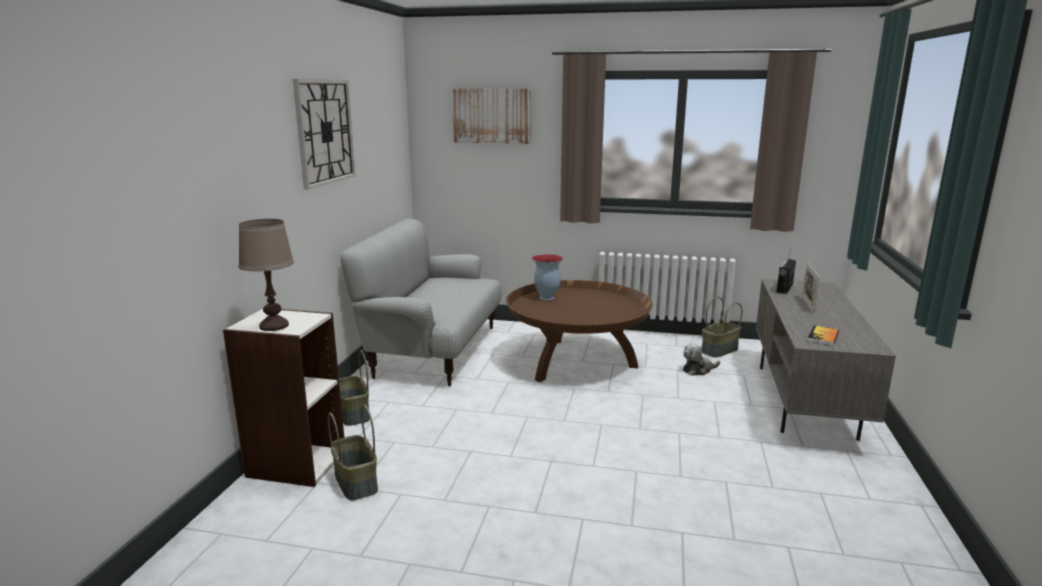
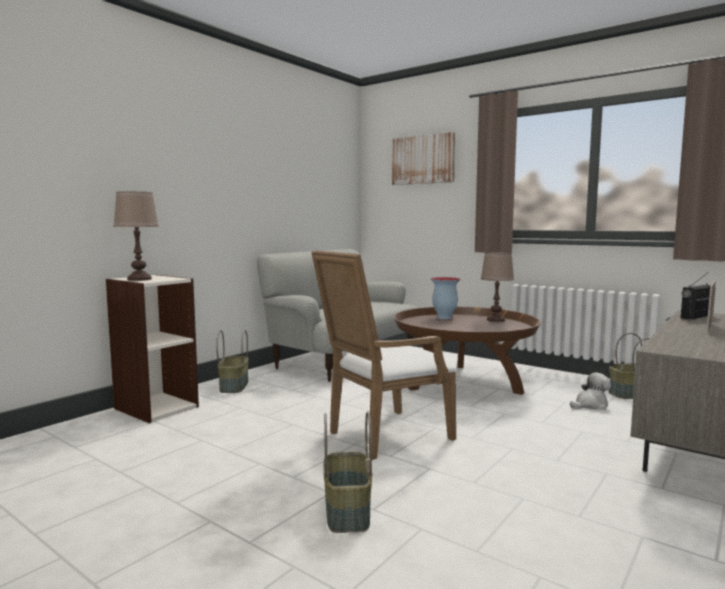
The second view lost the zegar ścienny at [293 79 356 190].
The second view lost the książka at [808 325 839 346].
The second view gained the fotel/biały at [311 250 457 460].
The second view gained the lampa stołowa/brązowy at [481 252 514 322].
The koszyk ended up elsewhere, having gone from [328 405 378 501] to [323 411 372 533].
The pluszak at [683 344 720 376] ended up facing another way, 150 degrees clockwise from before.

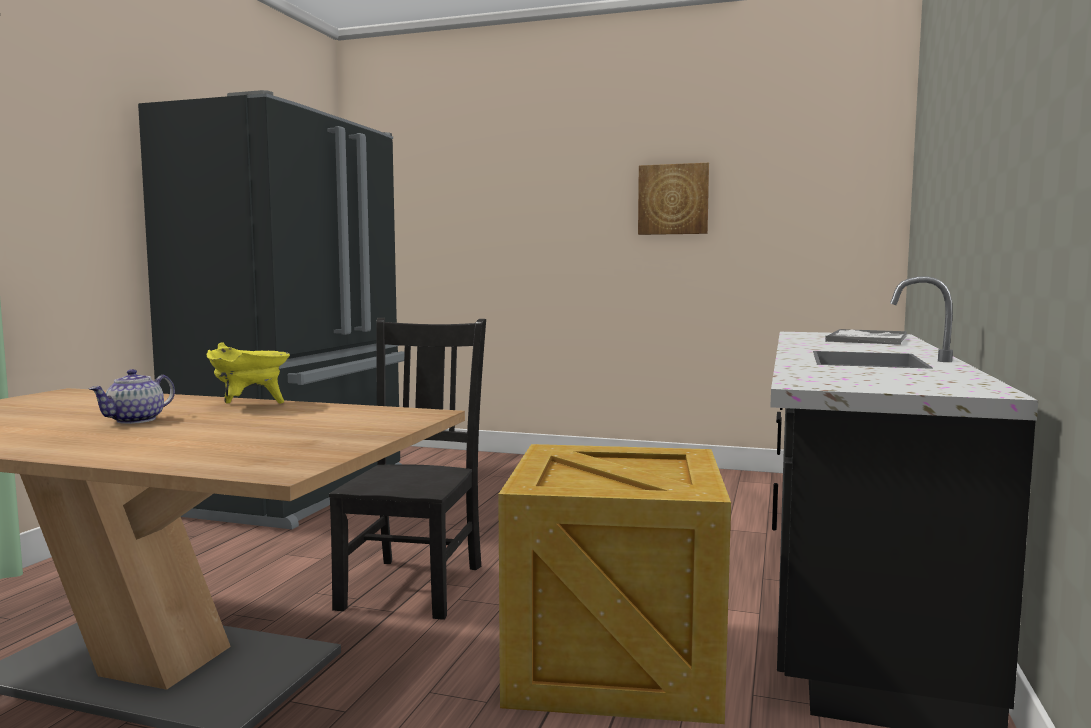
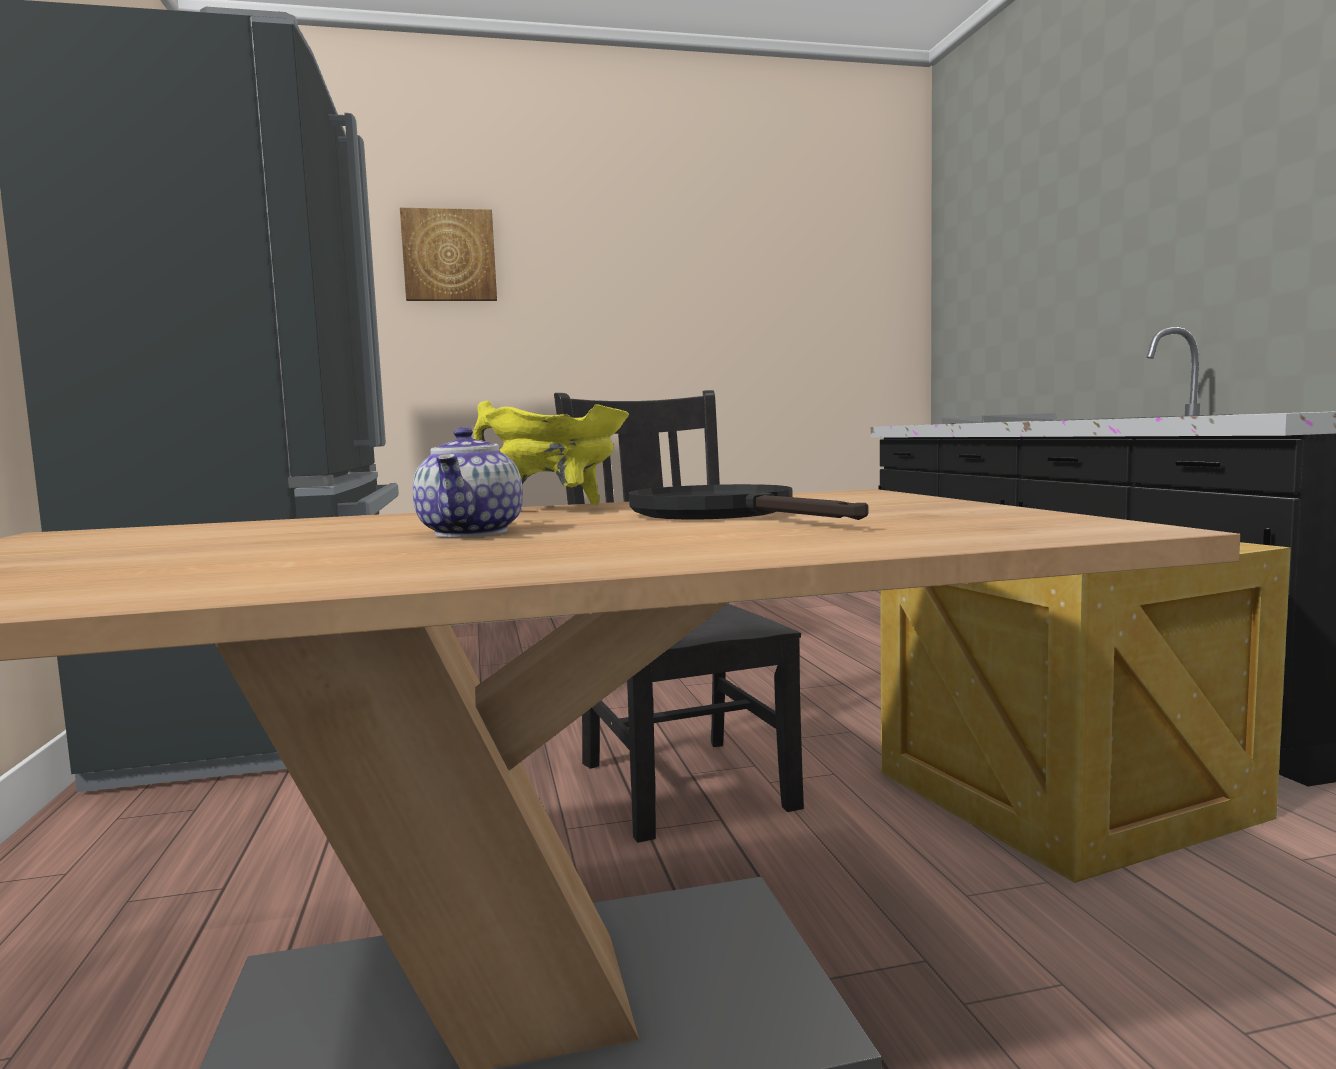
The second view gained the patelnia/czarny at [629 484 869 520].
The obraz ended up elsewhere, having gone from [638 163 709 235] to [400 208 497 301].

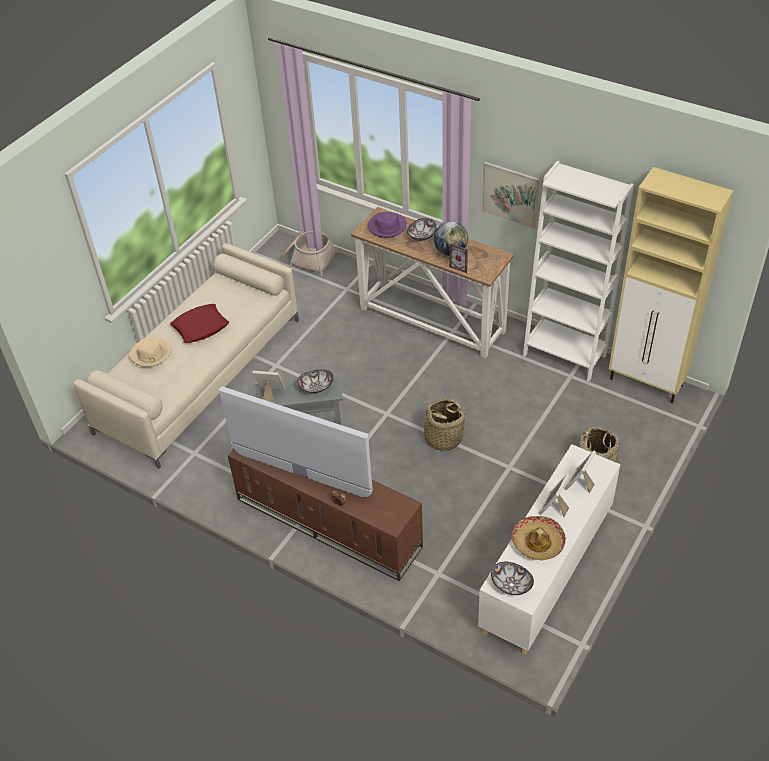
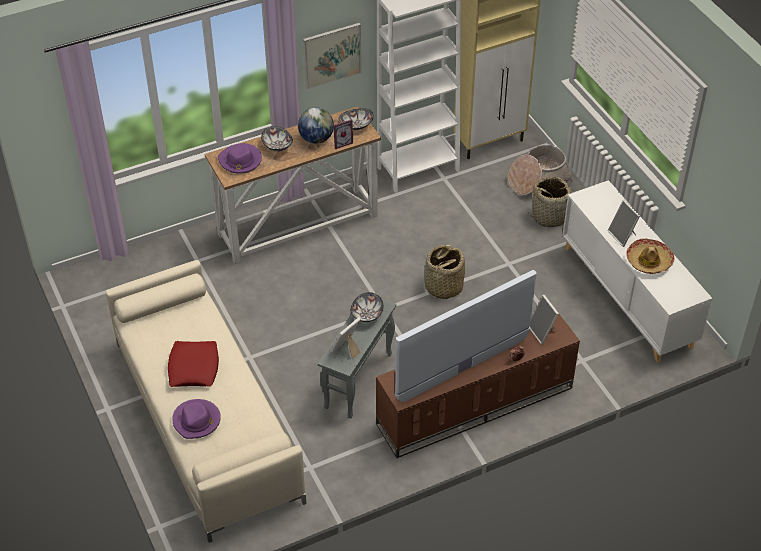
The koszyk ended up elsewhere, having gone from [280 229 339 277] to [508 144 574 195].
The miska ended up elsewhere, having gone from [491 562 534 595] to [339 108 374 130].
The ramka na zdjęcie ended up elsewhere, having gone from [564 451 596 494] to [530 295 559 345].
What was the kapelusz/beżowy at [129 337 171 367] turned into the kapelusz/fioletowy at [172 399 221 439].

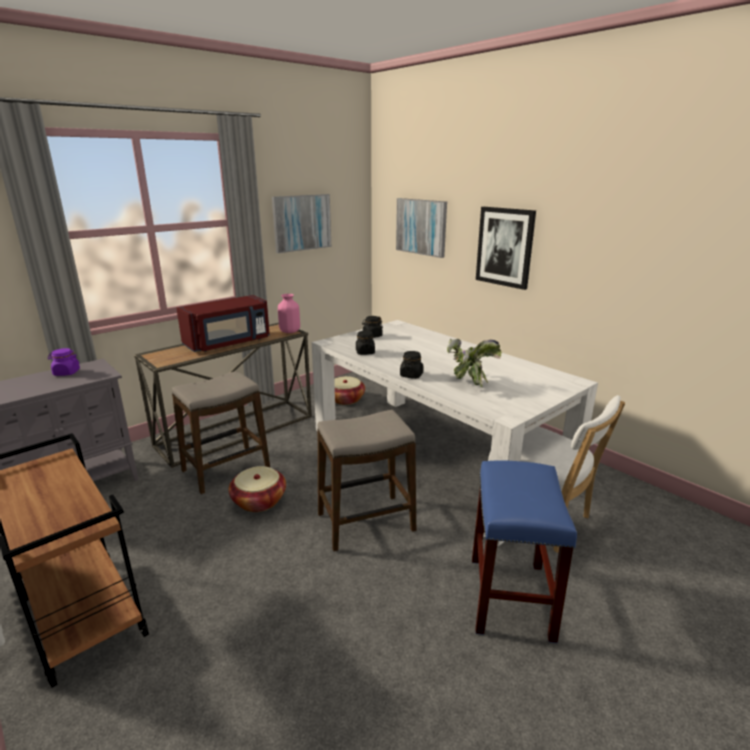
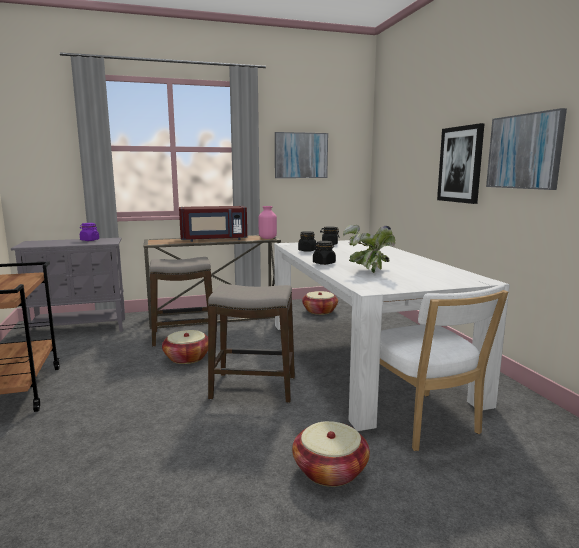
The obraz ended up elsewhere, having gone from [396 198 447 258] to [486 108 567 190].
Where the stołek/niebieski stood at [472 460 577 643], the koszyk came to stand at [292 421 370 487].

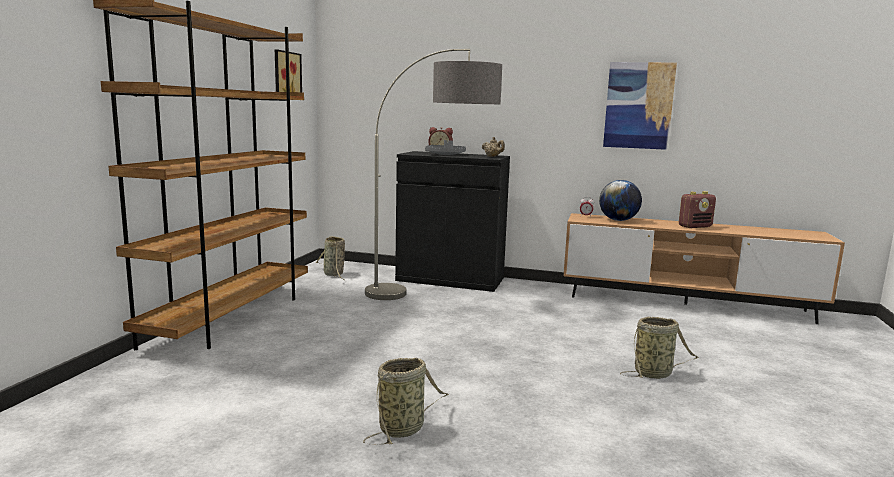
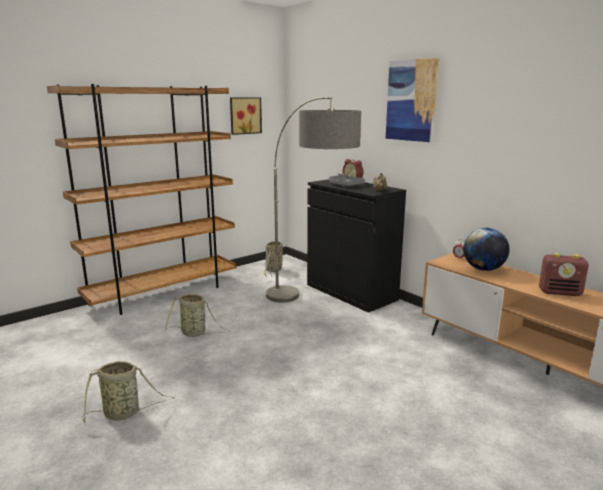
The obraz ended up elsewhere, having gone from [603 62 677 150] to [386 58 439 142].
The koszyk ended up elsewhere, having gone from [620 317 699 379] to [165 294 230 337].

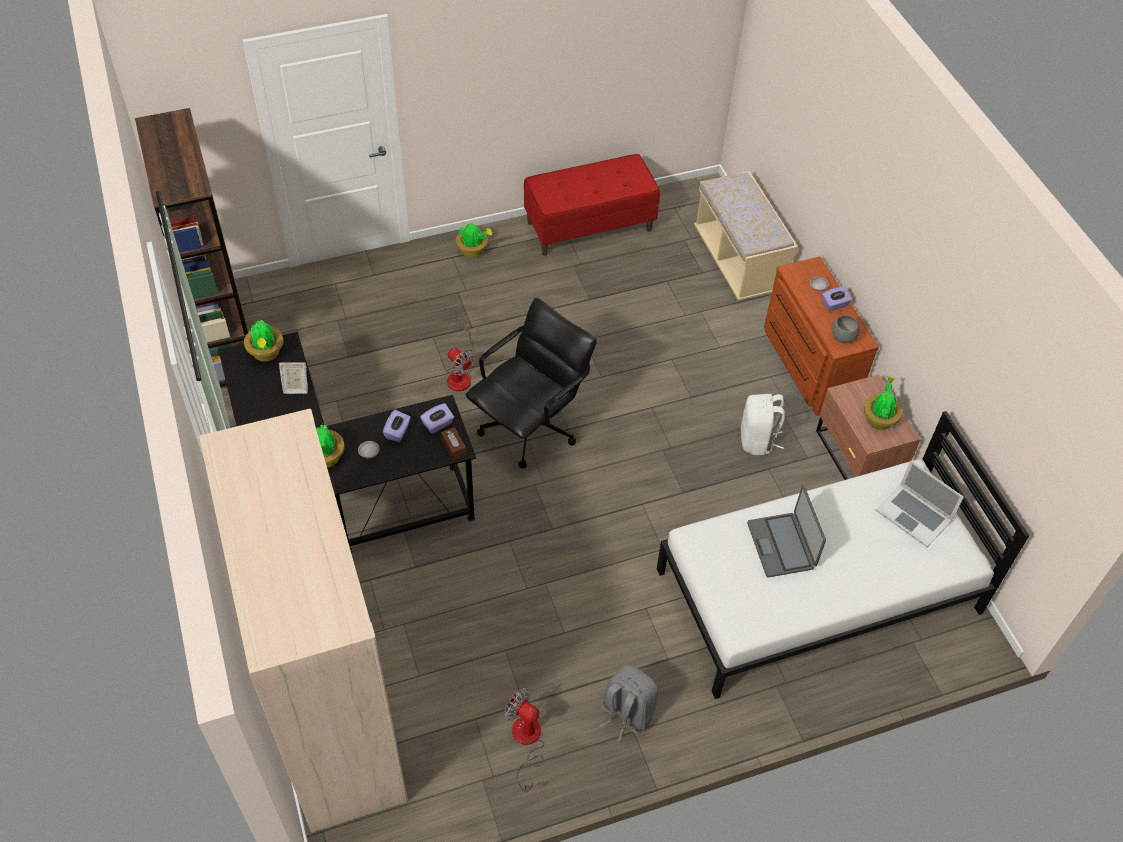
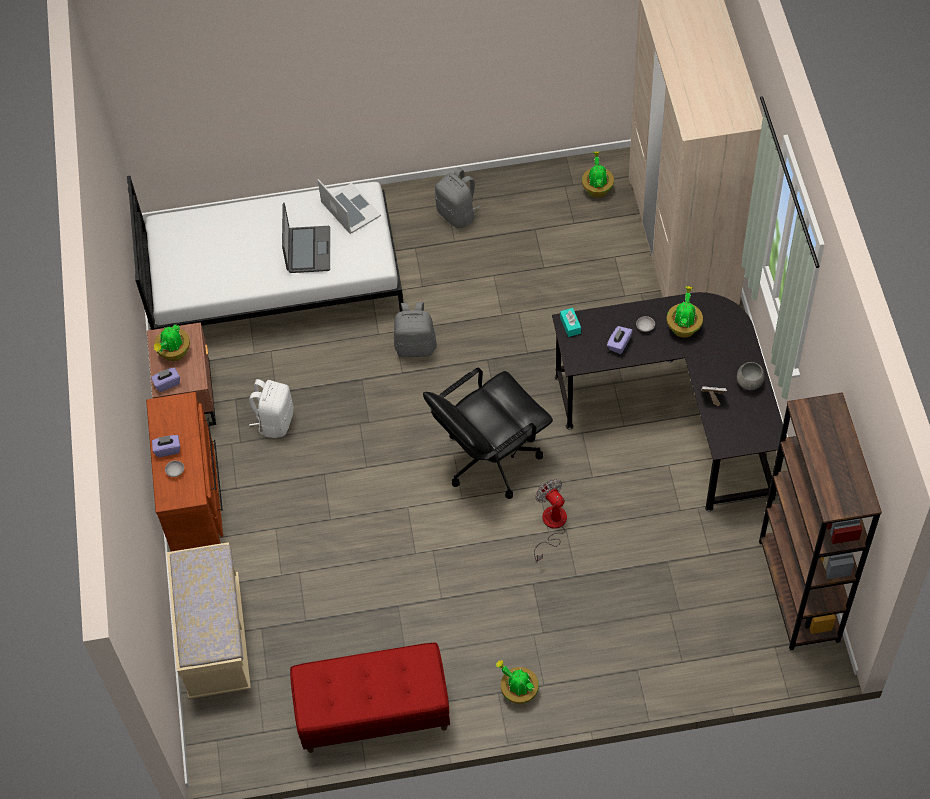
The second view lost the wentylator at [504 688 544 793].
The second view gained the plecak/szary at [394 302 437 357].
The roślina doniczkowa ended up elsewhere, having gone from [244 320 284 362] to [582 151 614 198].
The pudełko chusteczek/fioletowy ended up elsewhere, having gone from [420 403 454 434] to [151 367 180 392].
The miska/szary ended up elsewhere, having gone from [832 315 860 343] to [737 362 764 390].
The laptop ended up elsewhere, having gone from [875 461 964 547] to [318 179 381 234].
What was the pudełko chusteczek/brązowy at [441 427 467 460] turned into the pudełko chusteczek/turkusowy at [560 308 581 337].

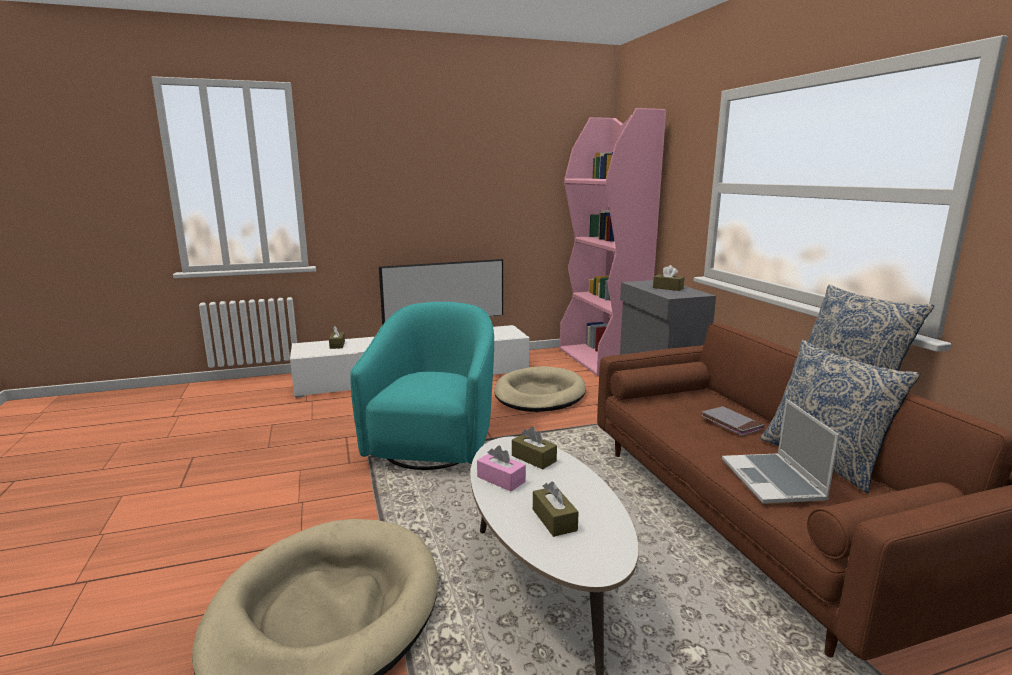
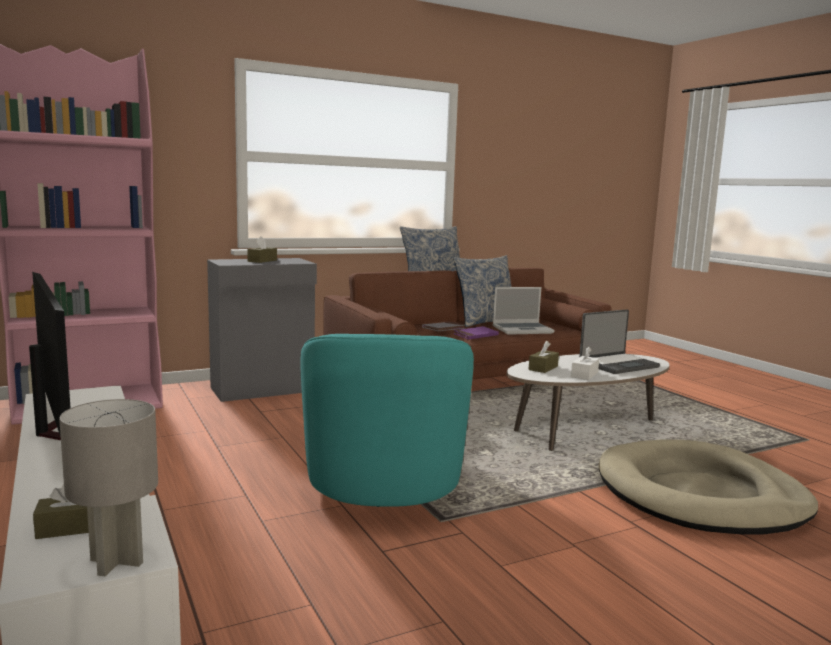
The second view lost the legowisko/beżowy at [494 366 586 412].
The second view gained the lampa stołowa/szary at [59 399 158 576].
The second view gained the książka/fioletowy at [454 326 499 340].
Where the pudełko chusteczek/brązowy stood at [533 482 579 537], the laptop came to stand at [579 310 660 374].
What was the pudełko chusteczek/różowy at [477 446 526 492] turned into the pudełko chusteczek/biały at [571 346 599 380].
The fotel/turkusowy at [350 302 494 470] ended up facing another way, 90 degrees counterclockwise from before.

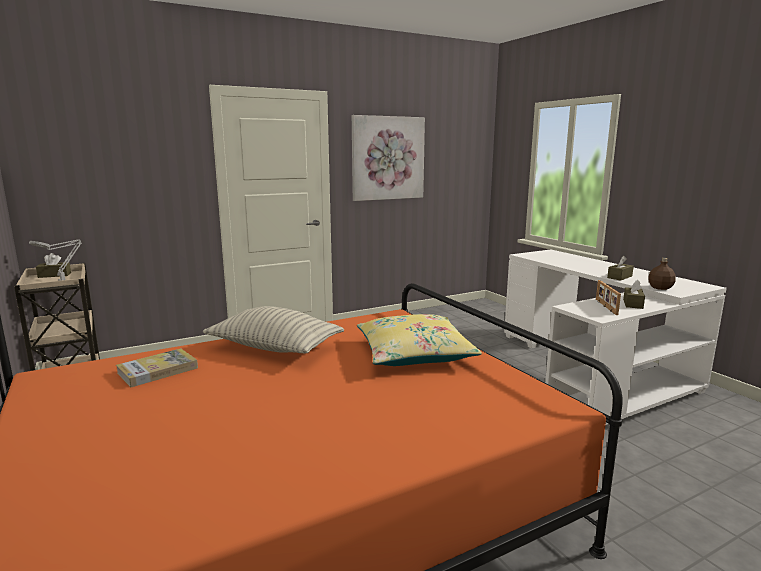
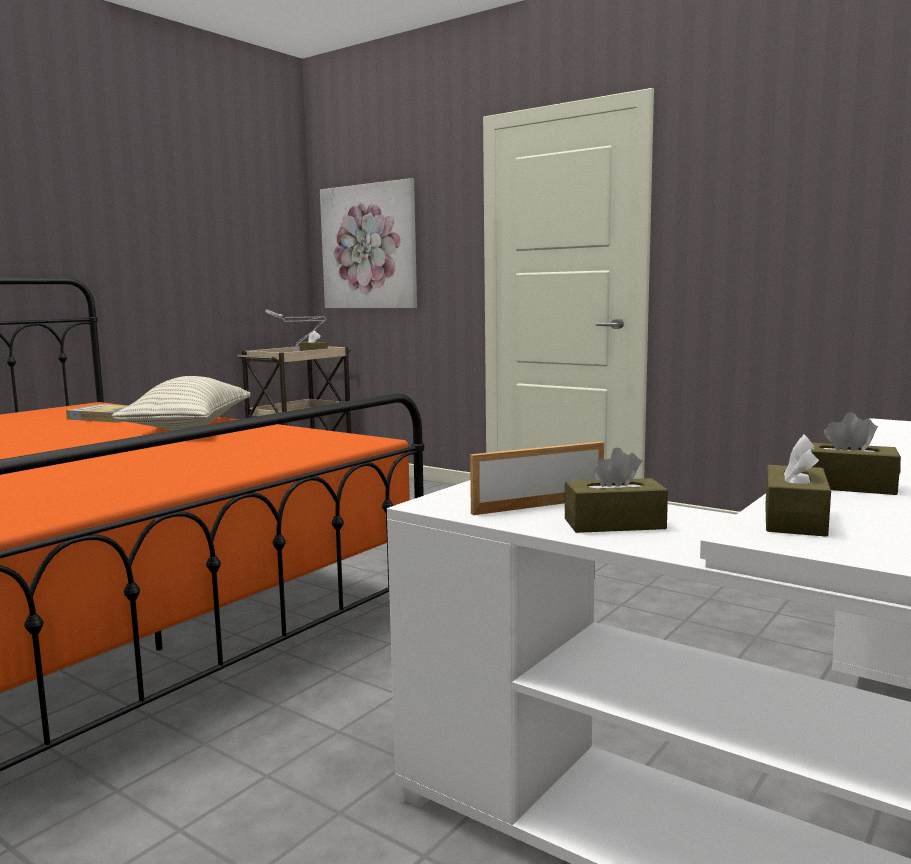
The second view lost the poduszka/żółty at [357 314 482 366].
The obraz ended up elsewhere, having gone from [352 115 425 201] to [320 178 417 308].
Where the butelka/brązowy stood at [648 258 676 290], the pudełko chusteczek/brązowy came to stand at [765 434 831 537].

